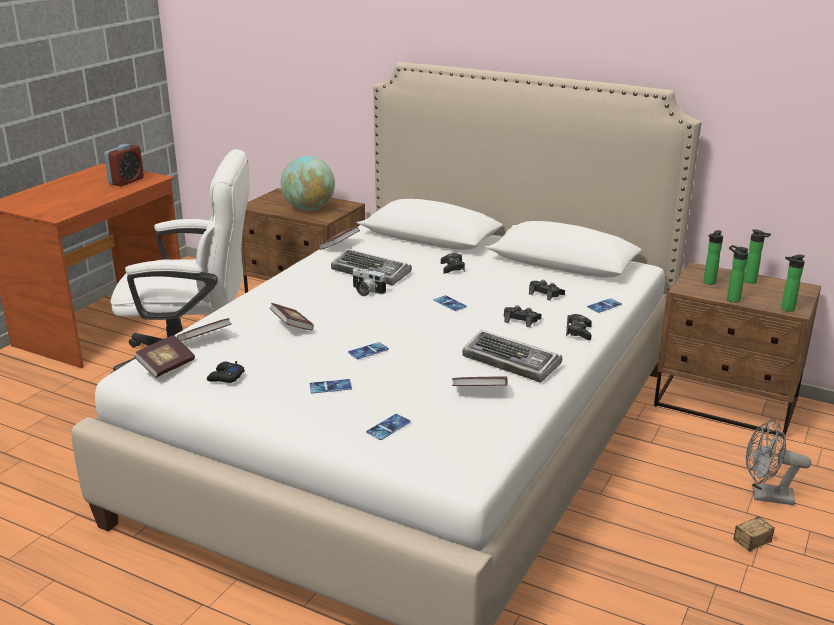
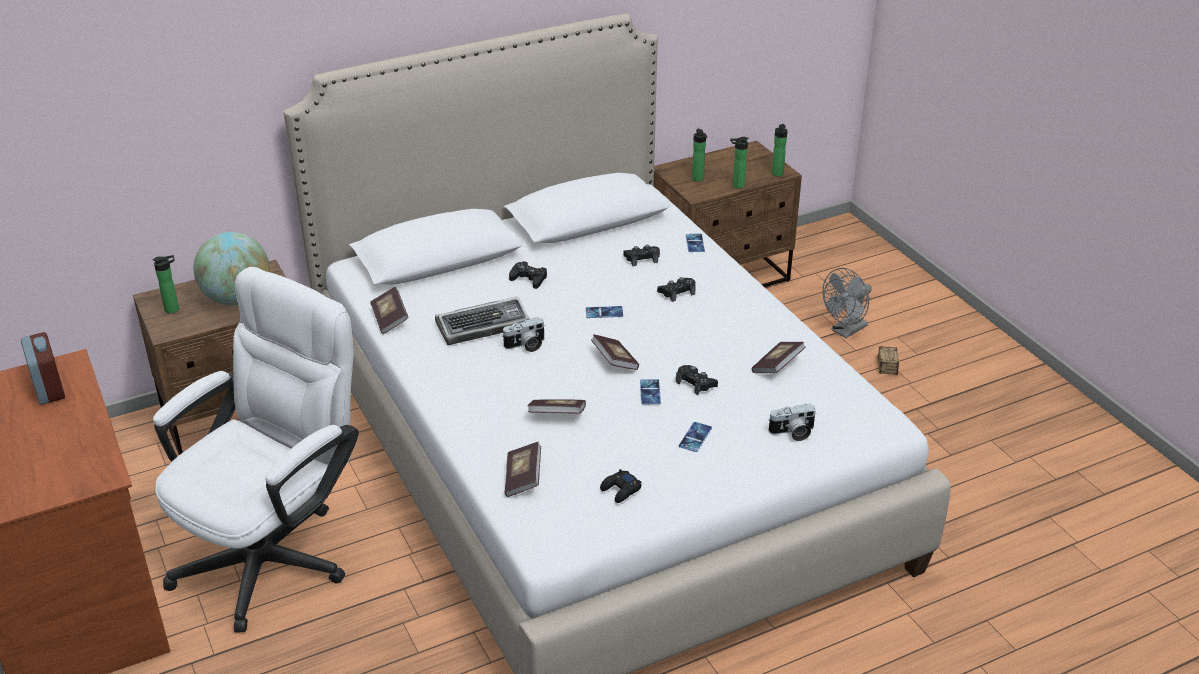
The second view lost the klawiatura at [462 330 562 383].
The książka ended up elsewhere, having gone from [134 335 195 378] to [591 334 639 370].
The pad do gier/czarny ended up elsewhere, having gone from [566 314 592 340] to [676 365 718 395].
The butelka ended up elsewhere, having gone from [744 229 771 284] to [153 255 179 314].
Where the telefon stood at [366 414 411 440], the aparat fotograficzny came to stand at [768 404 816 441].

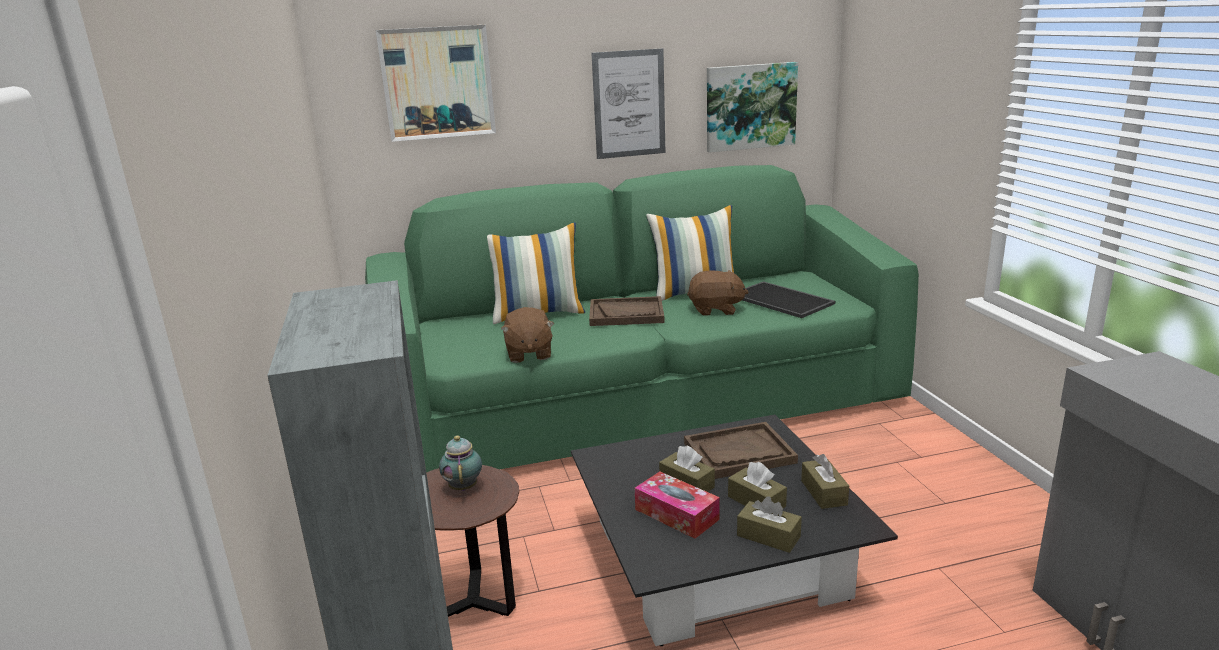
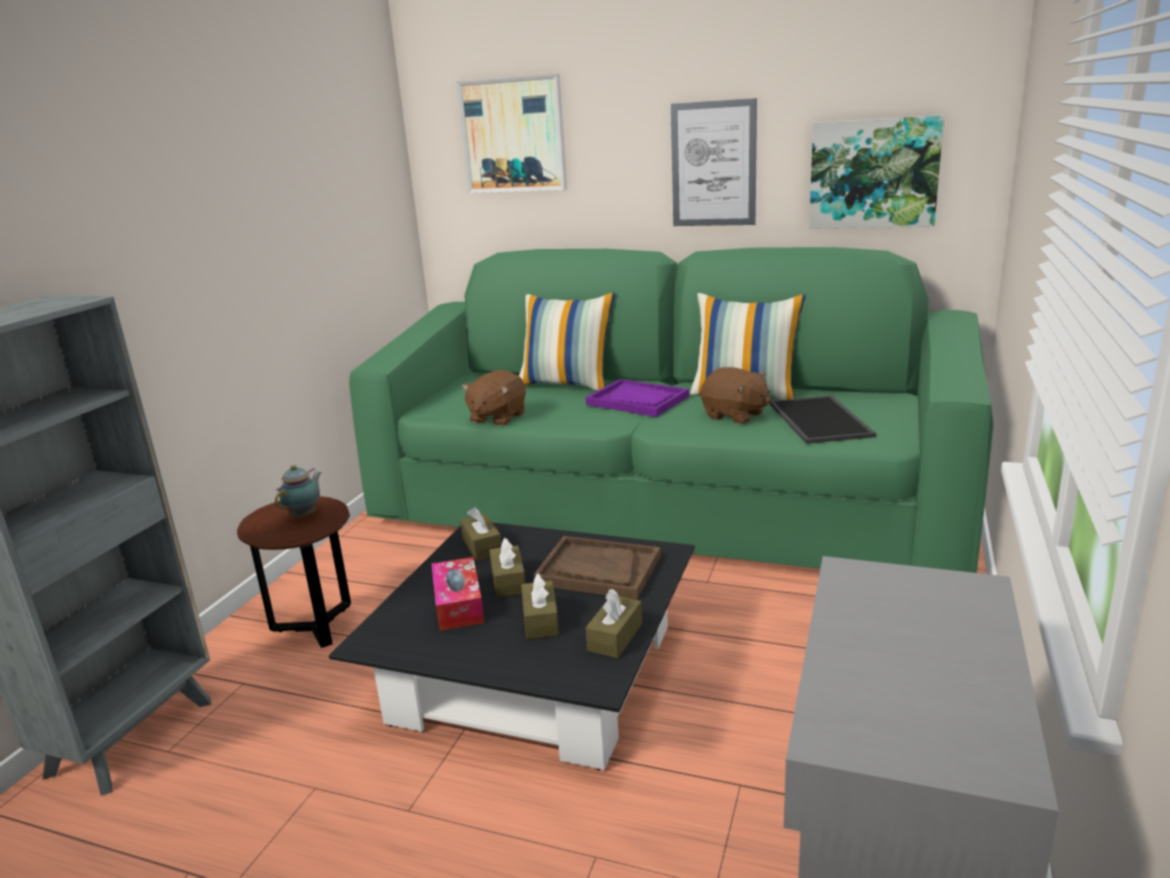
The pudełko chusteczek/brązowy ended up elsewhere, having gone from [737 497 802 553] to [460 507 502 561].
What was the taca/brązowy at [589 296 664 326] turned into the taca/fioletowy at [586 379 689 417].

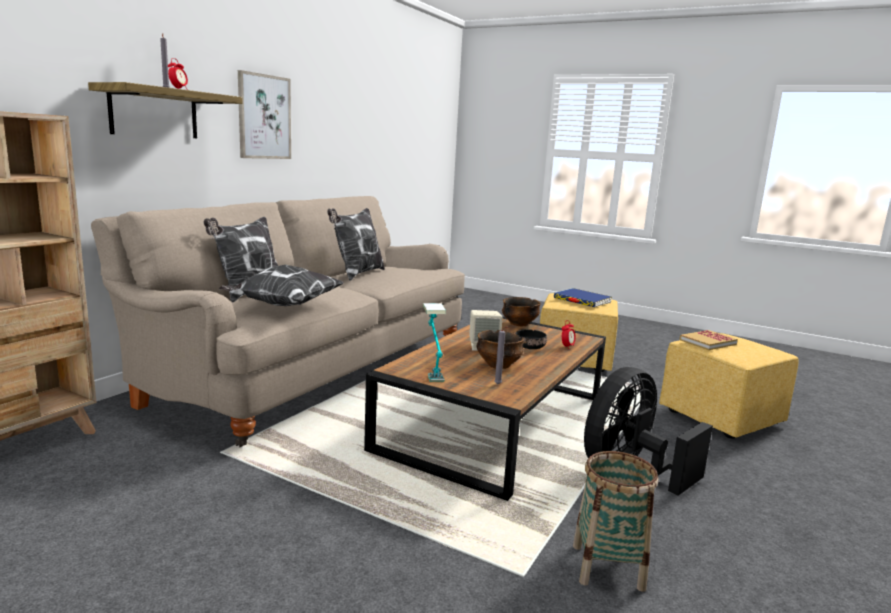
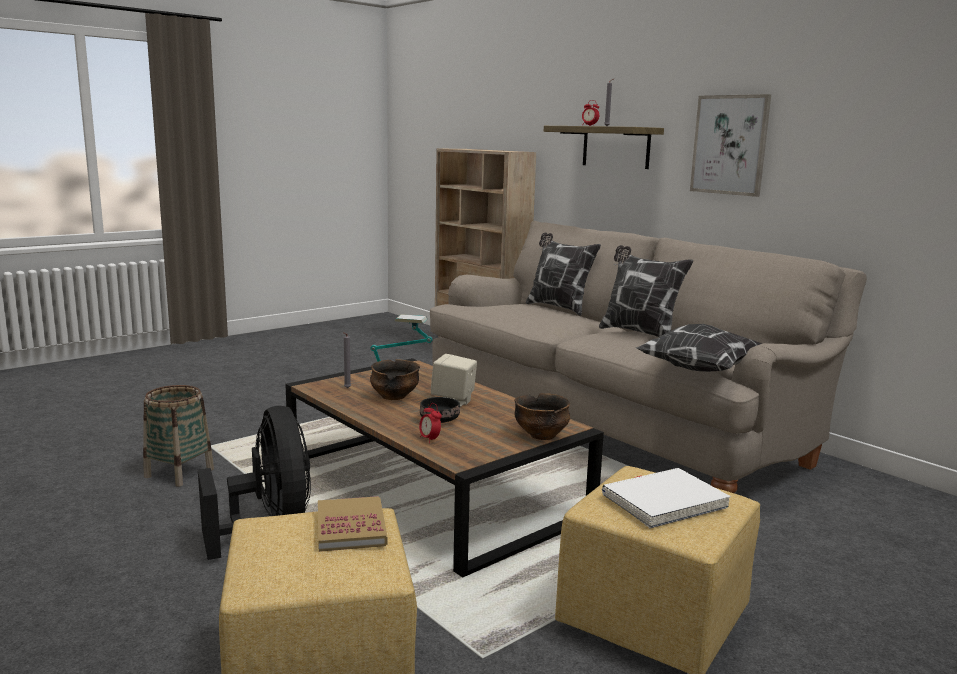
The poduszka ended up elsewhere, having gone from [218 265 343 306] to [636 324 762 372].
What was the książka/niebieski at [554 288 612 307] turned into the książka/biały at [602 468 731 528].

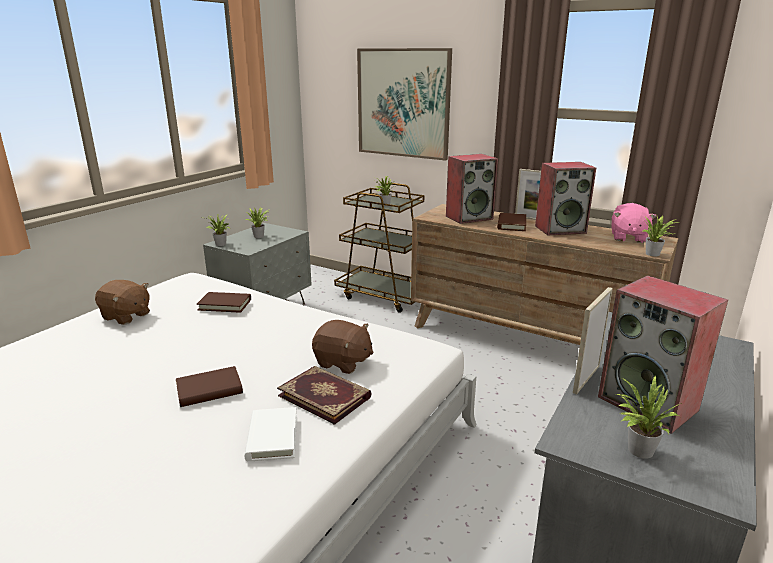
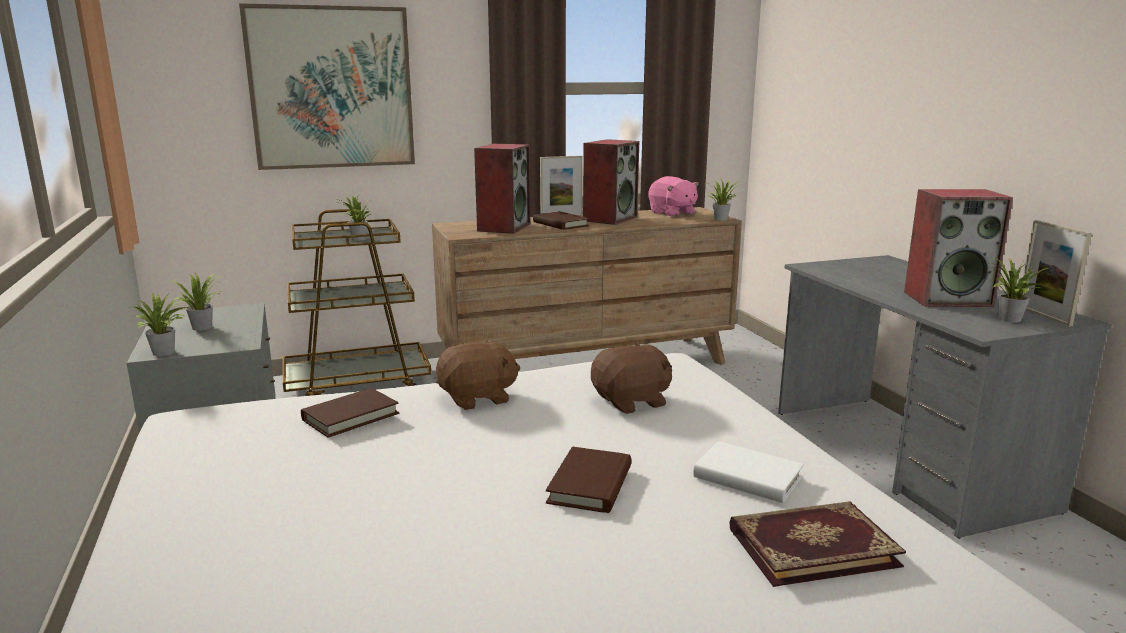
The pluszak/brązowy ended up elsewhere, having gone from [95 280 150 325] to [436 340 521 410].
The książka ended up elsewhere, having gone from [277 366 372 425] to [729 501 906 587].
The ramka na zdjęcie ended up elsewhere, having gone from [573 287 613 394] to [1023 220 1092 326].

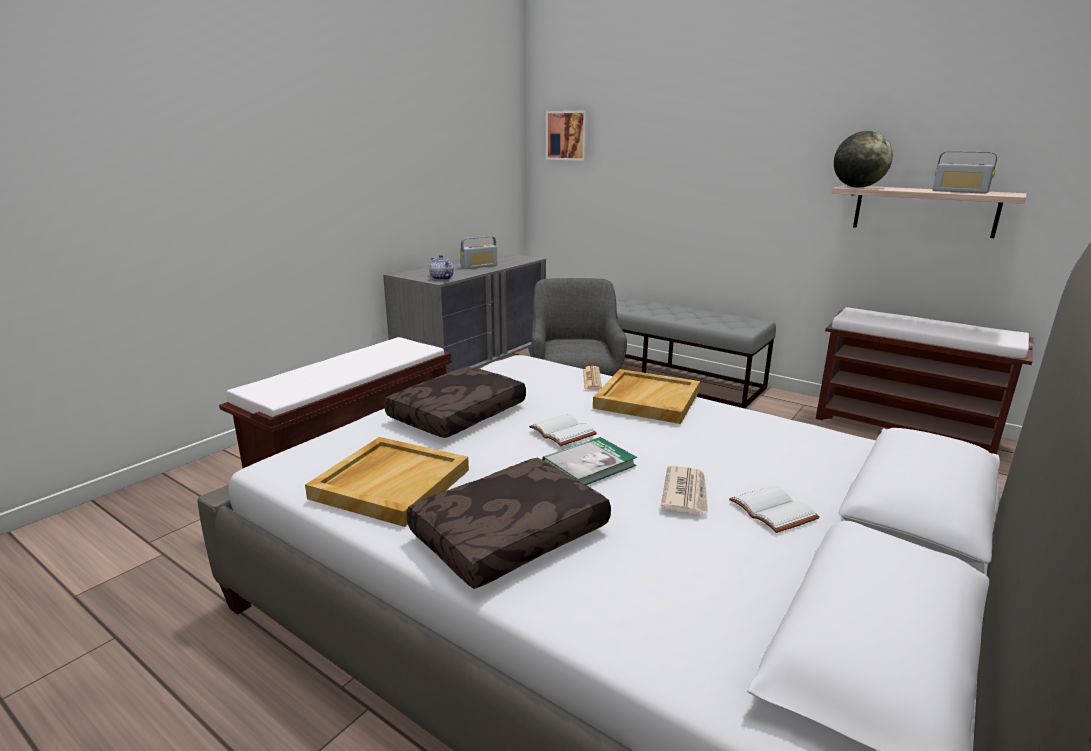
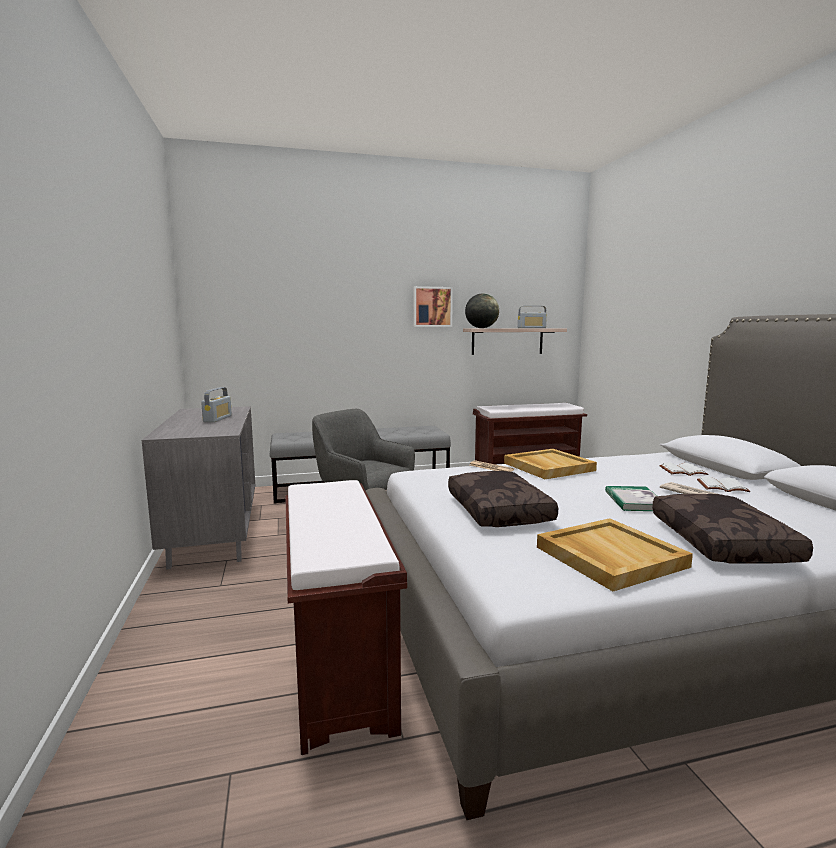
The second view lost the imbryk at [429 255 454 280].
The książka/biały ended up elsewhere, having gone from [529 414 597 446] to [659 462 709 476].
The obraz ended up elsewhere, having gone from [546 110 589 161] to [413 286 453 327].

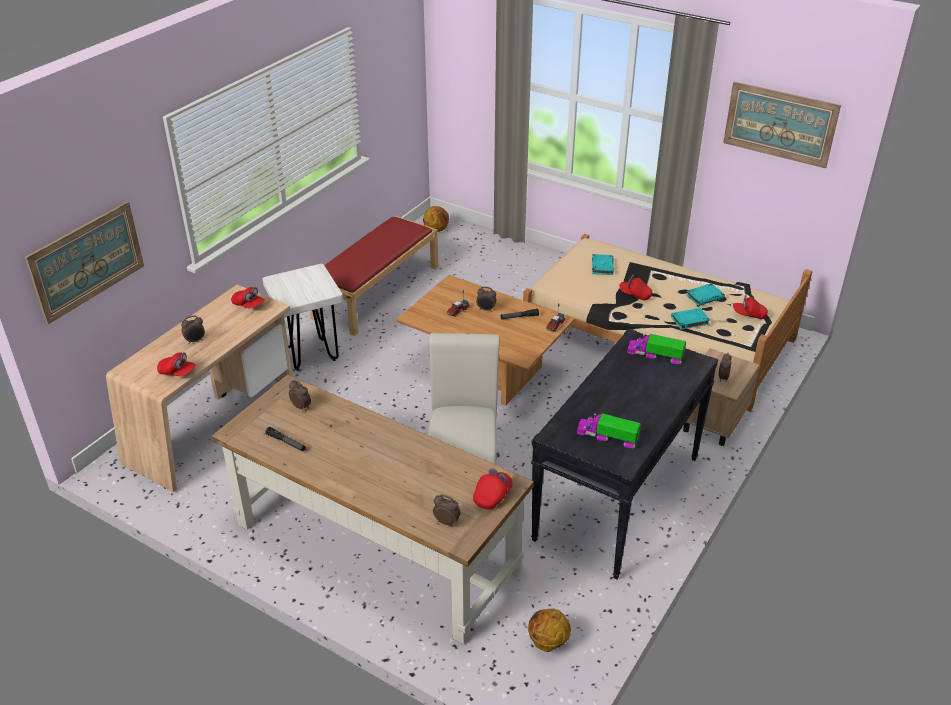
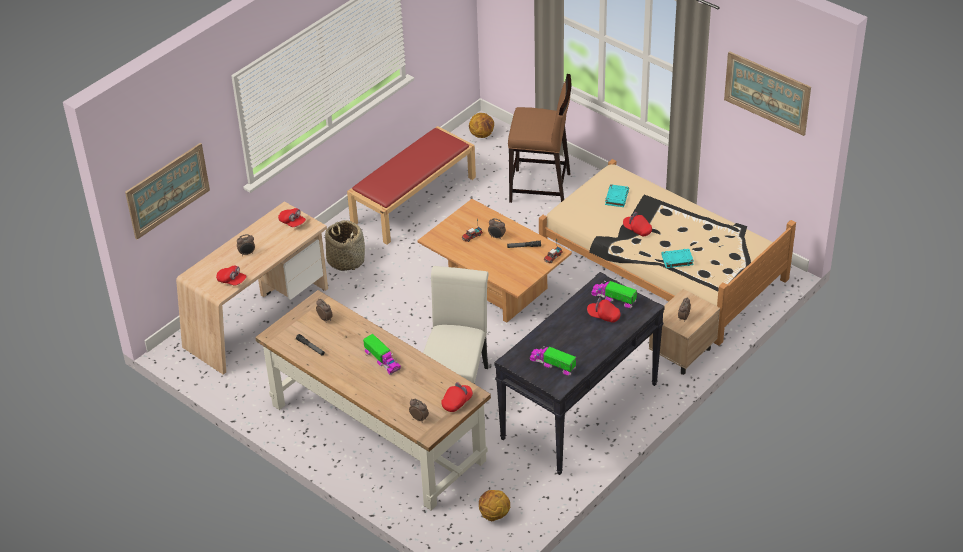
The second view lost the książka/turkusowy at [686 283 725 306].
The second view gained the ciężarówka zabawkowa at [363 334 401 375].
The second view gained the stołek/brązowy at [508 74 571 203].
The czapka z daszkiem/czerwony ended up elsewhere, having gone from [733 295 768 319] to [587 297 620 323].
Where the stołek/biały stood at [263 264 343 371], the koszyk came to stand at [325 220 365 271].

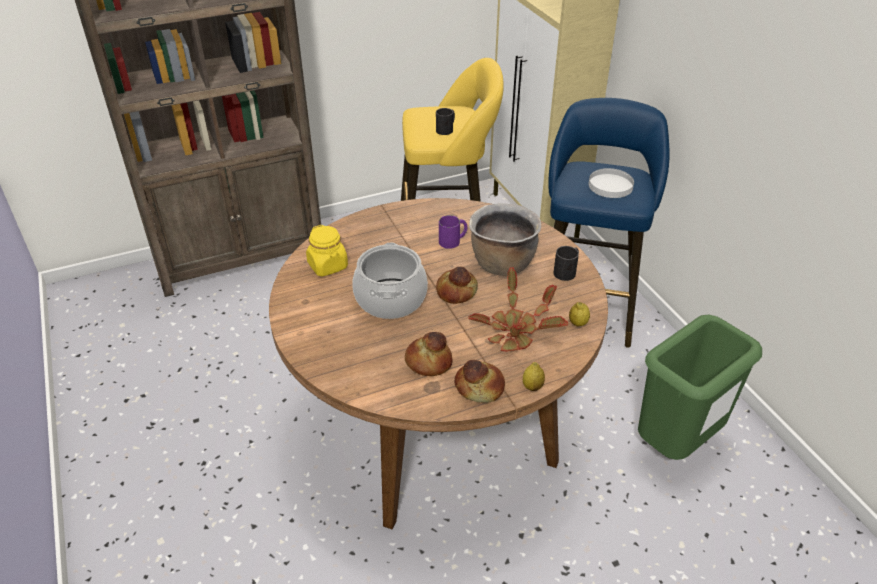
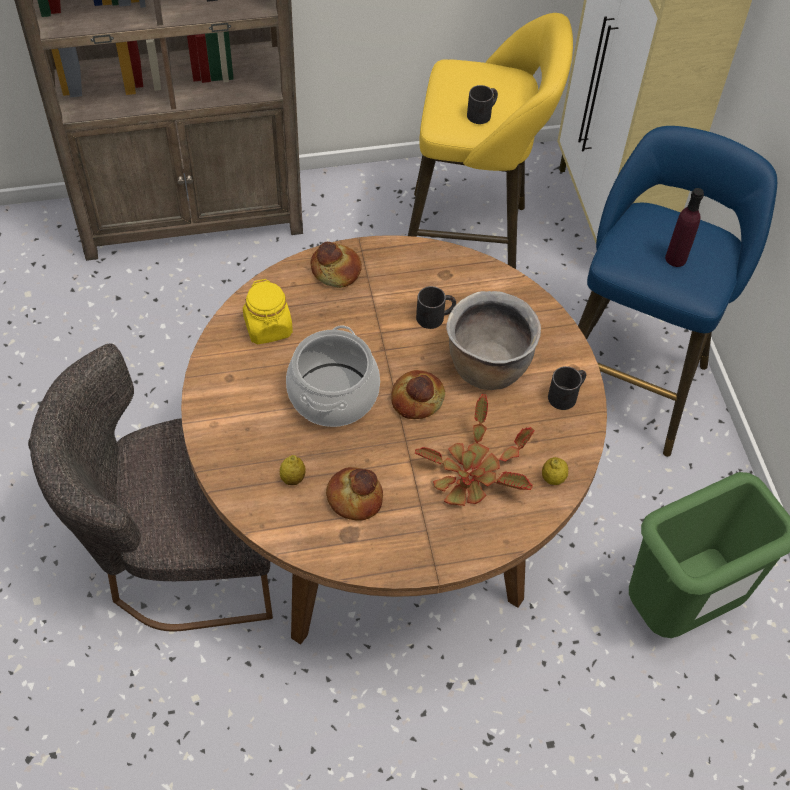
The second view gained the krzesło/szary at [28 344 273 632].
The chleb ended up elsewhere, having gone from [454 360 505 403] to [311 242 362 288].
The cytryna ended up elsewhere, having gone from [523 362 545 391] to [280 455 306 485].
Where the talerz/biały stood at [588 168 634 198], the butelka/fioletowy came to stand at [665 188 704 267].
What was the kubek/fioletowy at [439 215 468 249] turned into the kubek/czarny at [416 286 456 329].

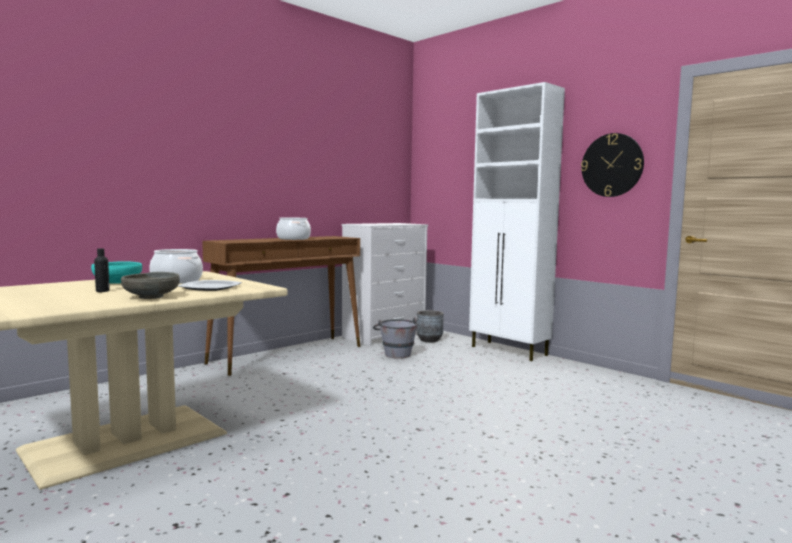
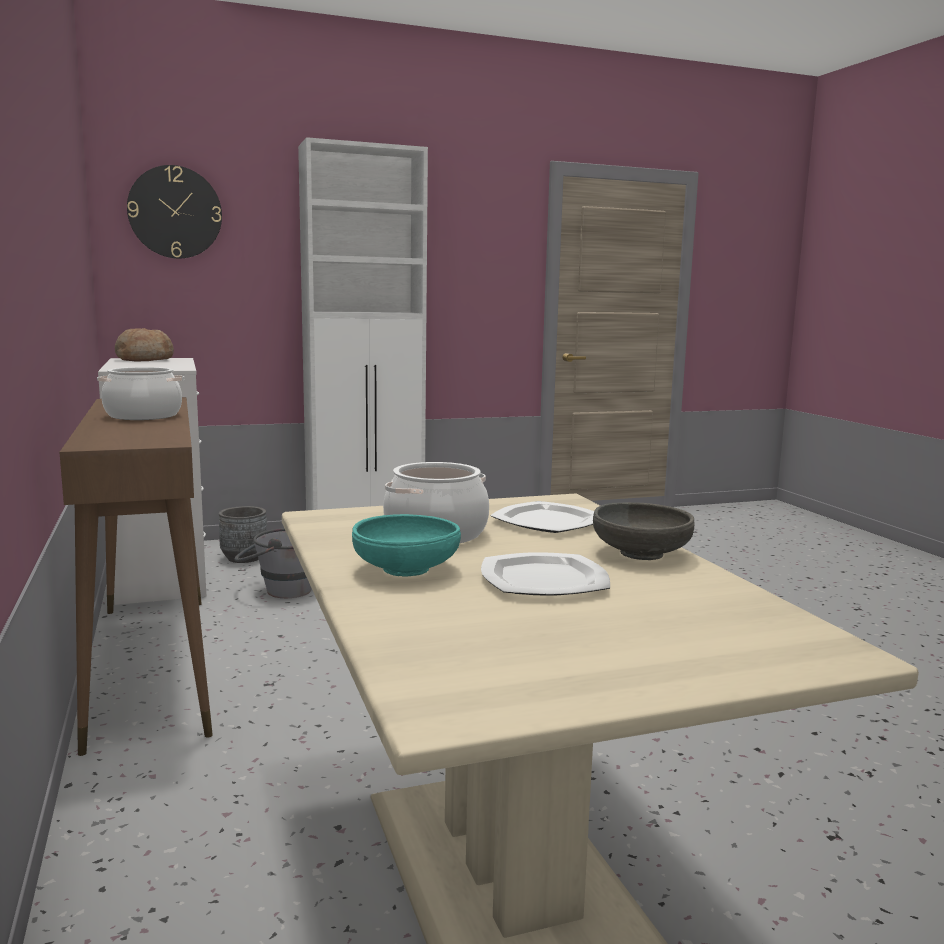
The second view gained the chleb at [115 328 174 362].
The zegar ścienny ended up elsewhere, having gone from [581 133 644 197] to [127 165 222 259].
Where the butelka/czarny stood at [94 248 110 292], the talerz came to stand at [481 552 610 596].

